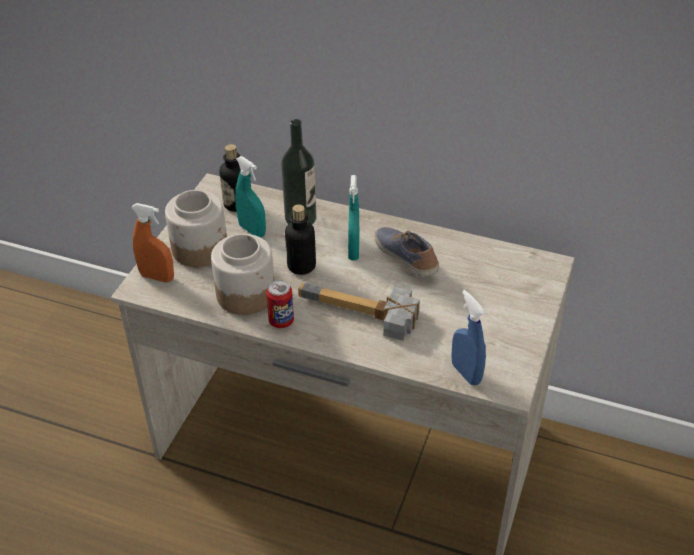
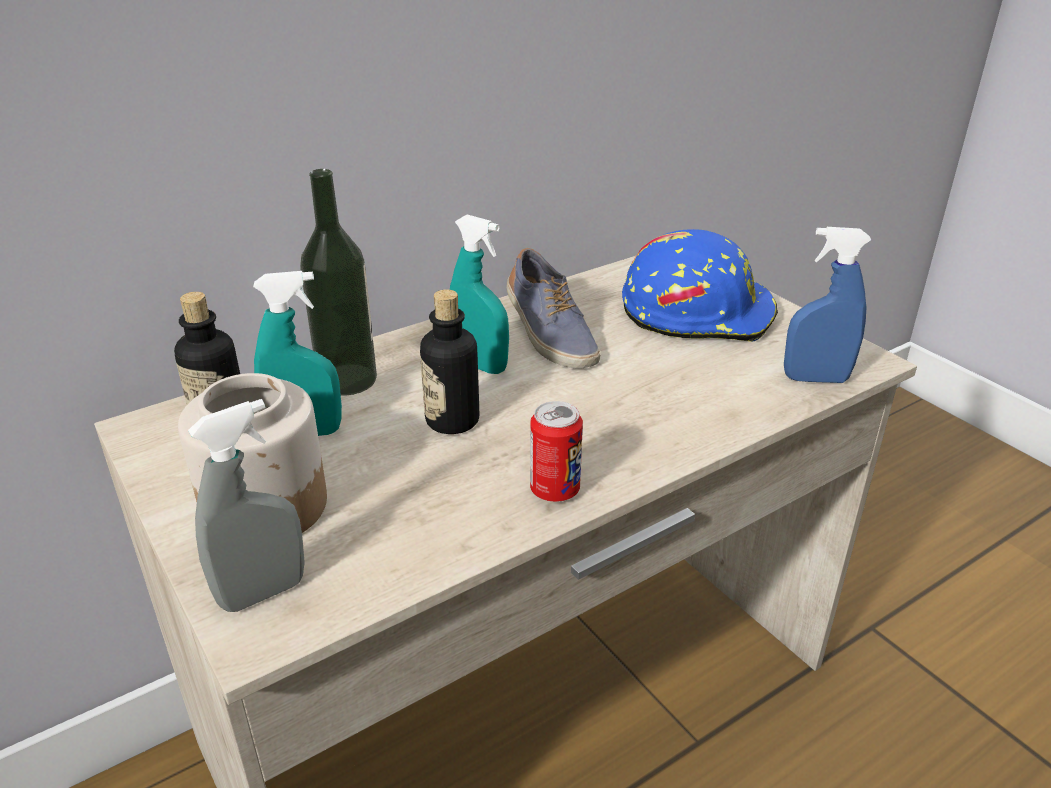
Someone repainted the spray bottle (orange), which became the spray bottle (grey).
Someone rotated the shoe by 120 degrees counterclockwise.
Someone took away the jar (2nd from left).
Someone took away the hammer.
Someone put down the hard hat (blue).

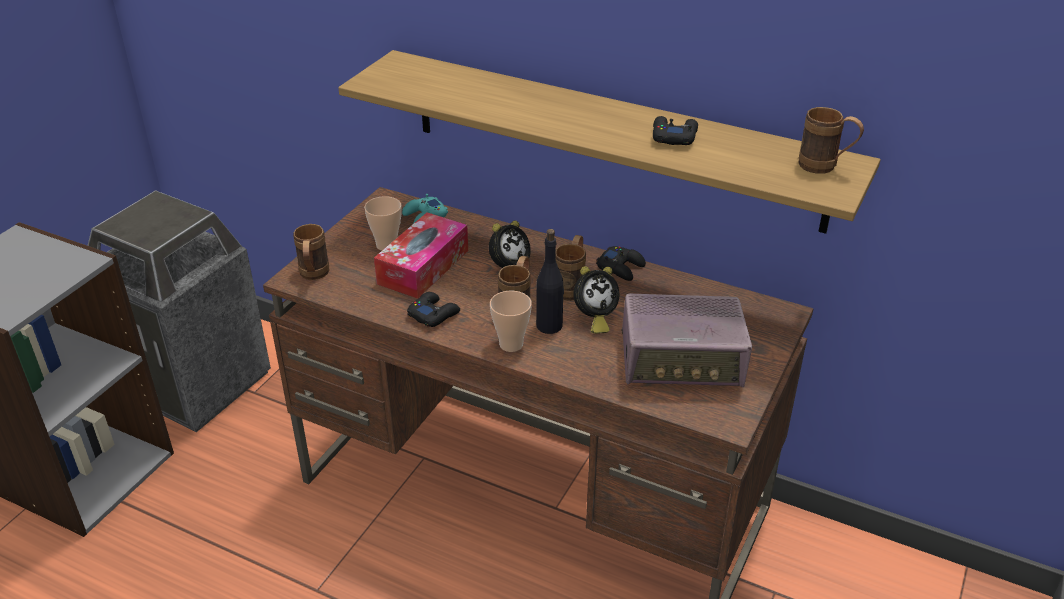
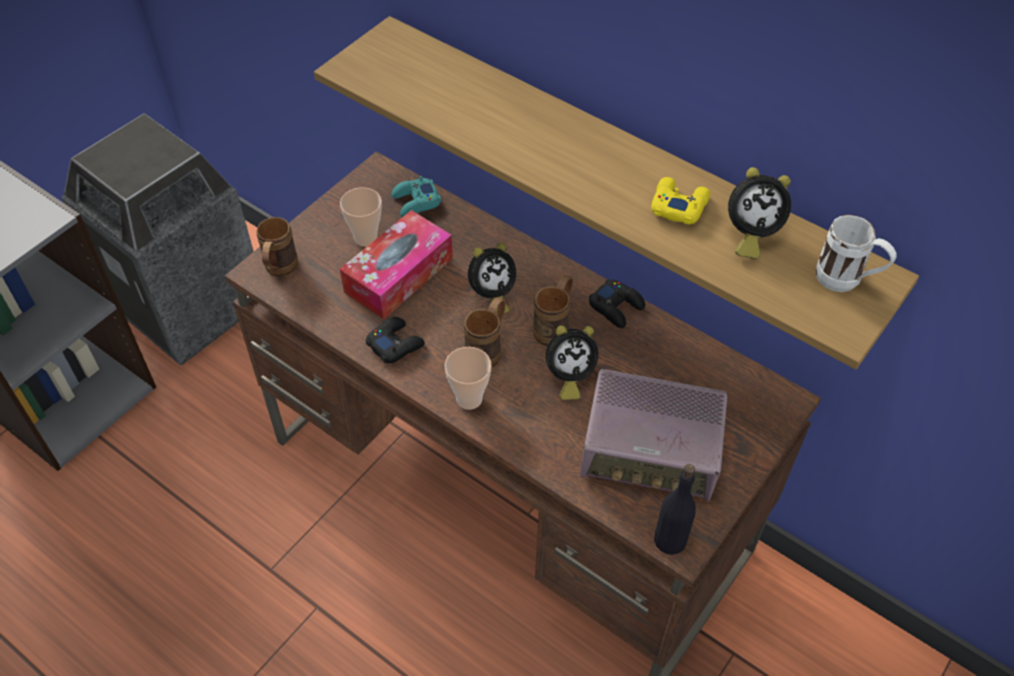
Someone repainted the mug (brown) (4th from left), which became the mug (white).
Someone repainted the game controller (black) (3rd from left), which became the game controller (yellow).
Someone carried the bottle (black).
Someone put down the alarm clock (3rd from left).

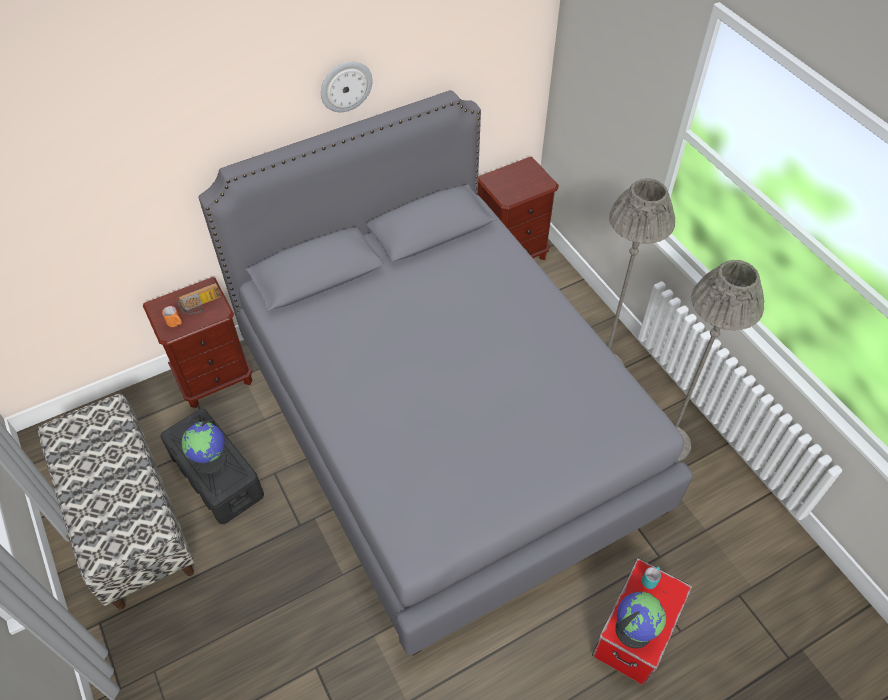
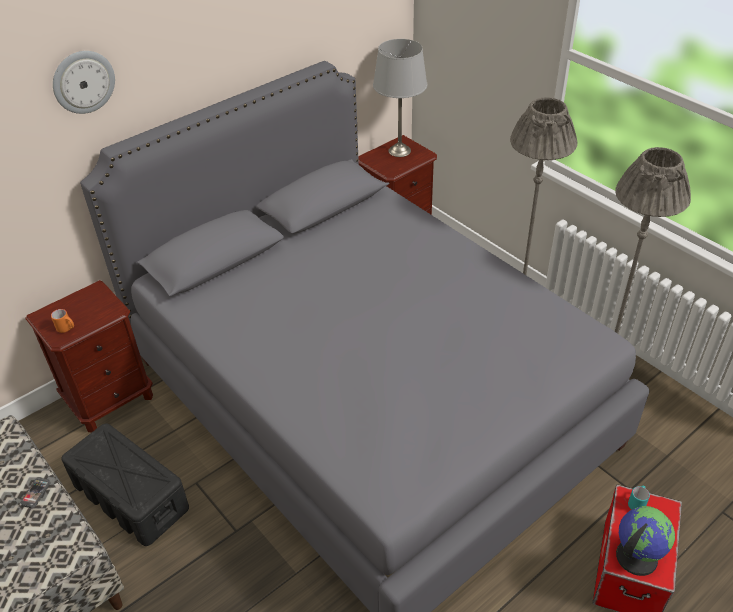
Someone carried the wall clock.
Someone took away the radio.
Someone took away the globe (1st from left).
Someone put down the table lamp (grey).
Someone put down the phone.

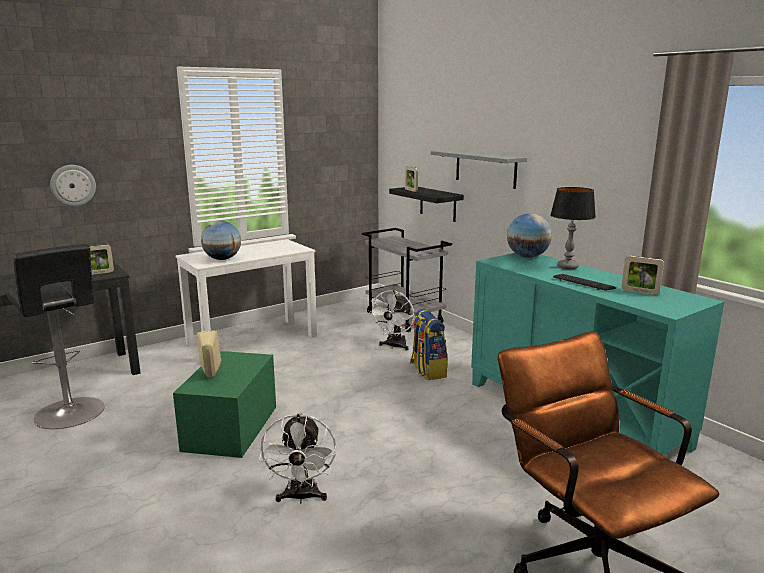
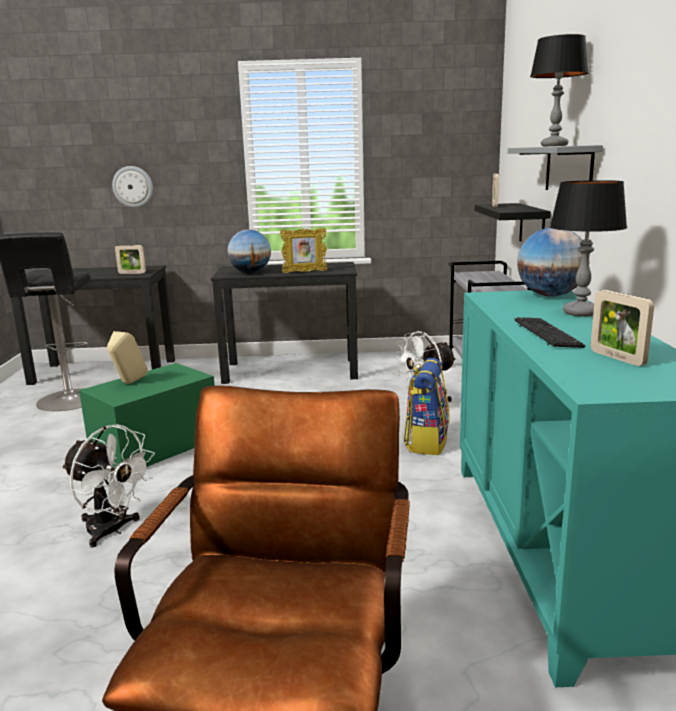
Someone repainted the desk (white), which became the desk (black) (2nd from left).
Someone rotated the fan (white) (1st from left) by 90 degrees counterclockwise.
Someone put down the table lamp (1st from left).
Someone put down the picture frame (2nd from left).

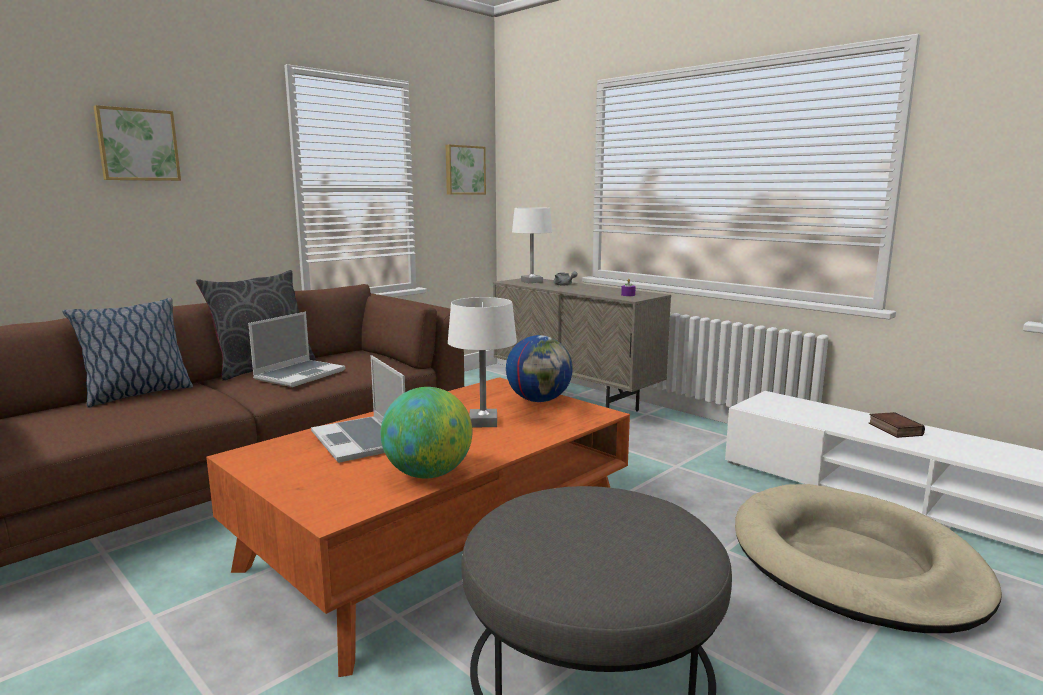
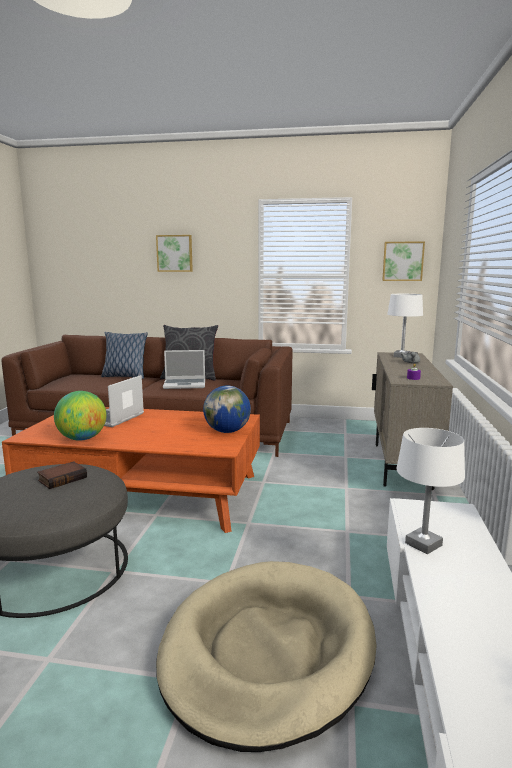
Someone carried the table lamp (white) (1st from left in the first image).
Someone carried the book.

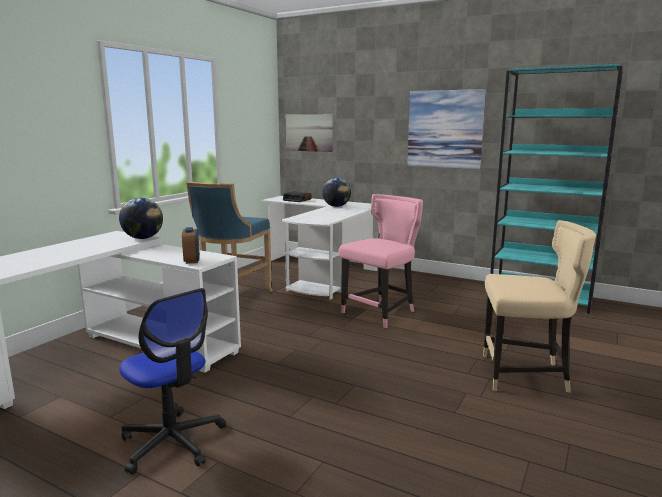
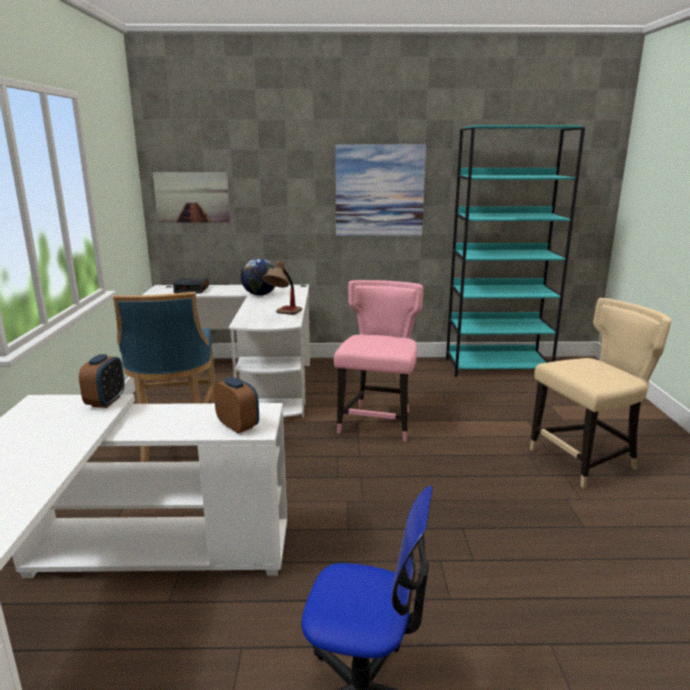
Someone swapped the globe (1st from left) for the alarm clock (1st from left).
Someone put down the table lamp.

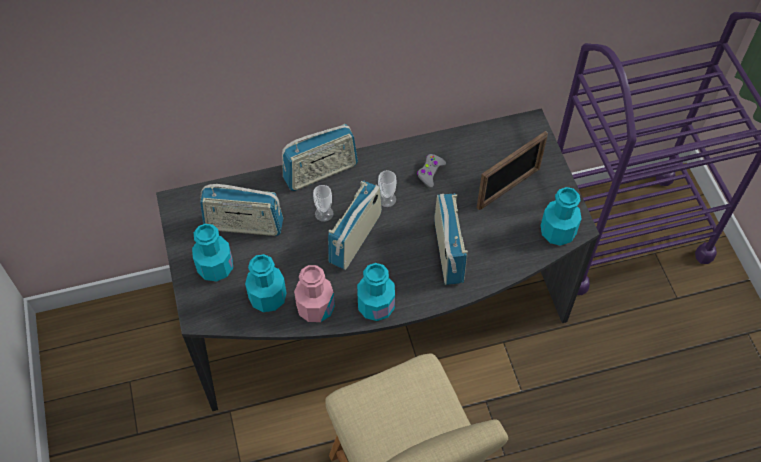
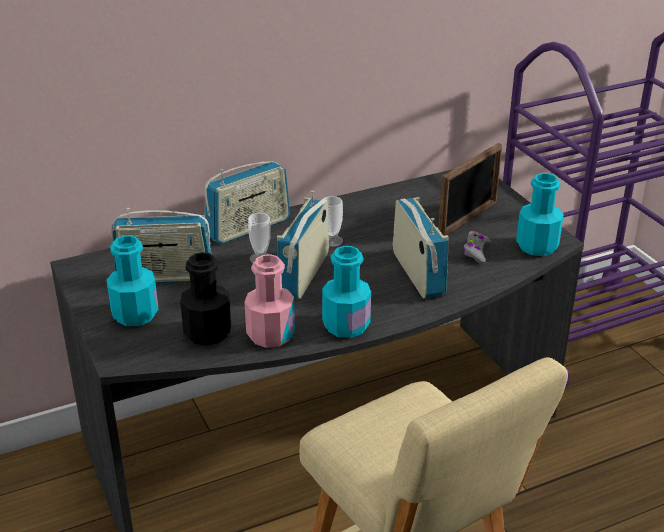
Someone carried the game controller (grey).
Someone repainted the bottle (turquoise) (2nd from left), which became the bottle (black).

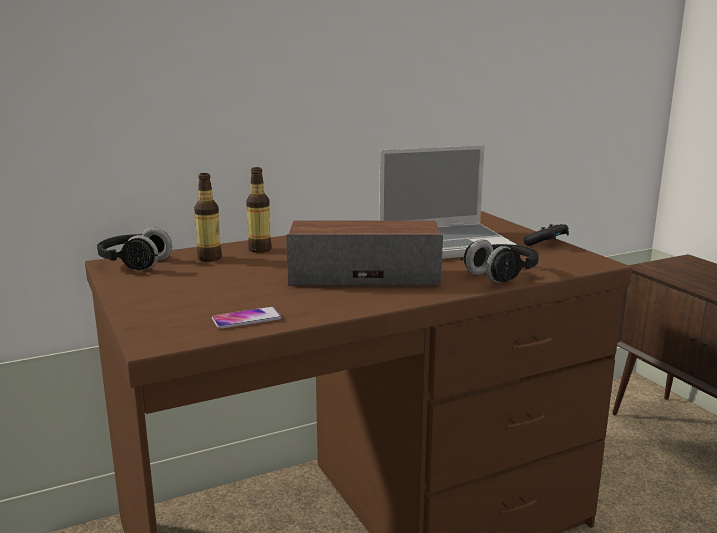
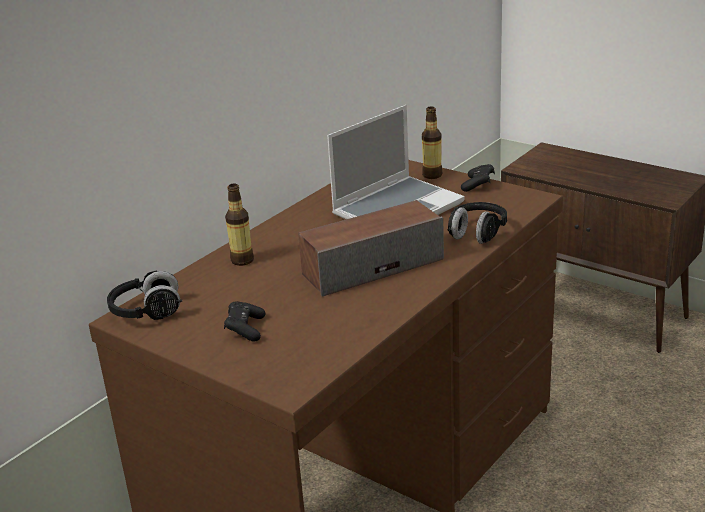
Someone carried the bottle (1st from left in the first image).
Someone took away the phone.
Someone put down the game controller (black) (1st from left).

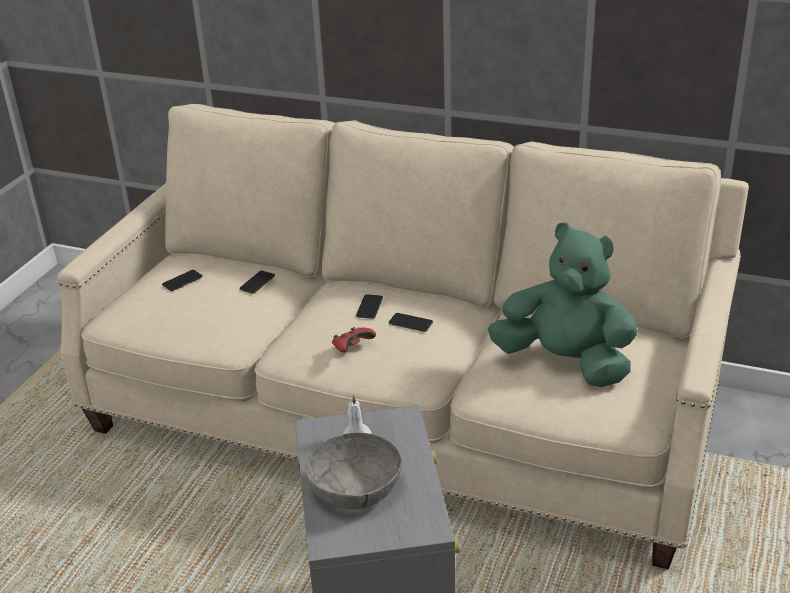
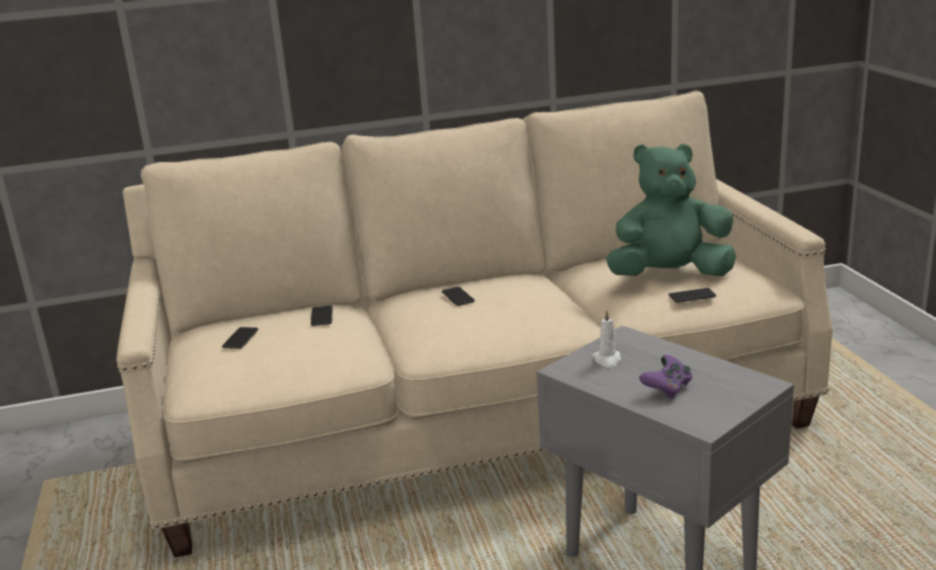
Someone carried the phone (4th from left).
Someone took away the game controller (red).
Someone swapped the bowl (grey) for the game controller (purple).

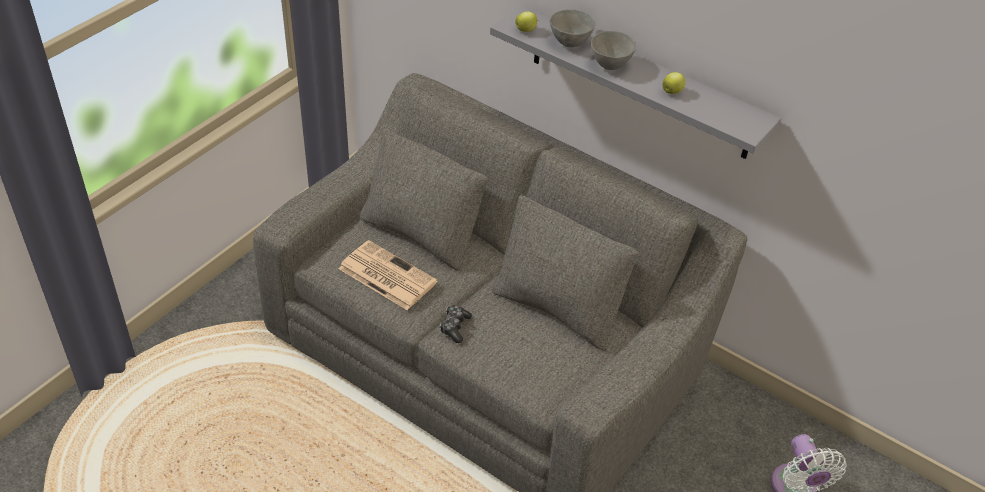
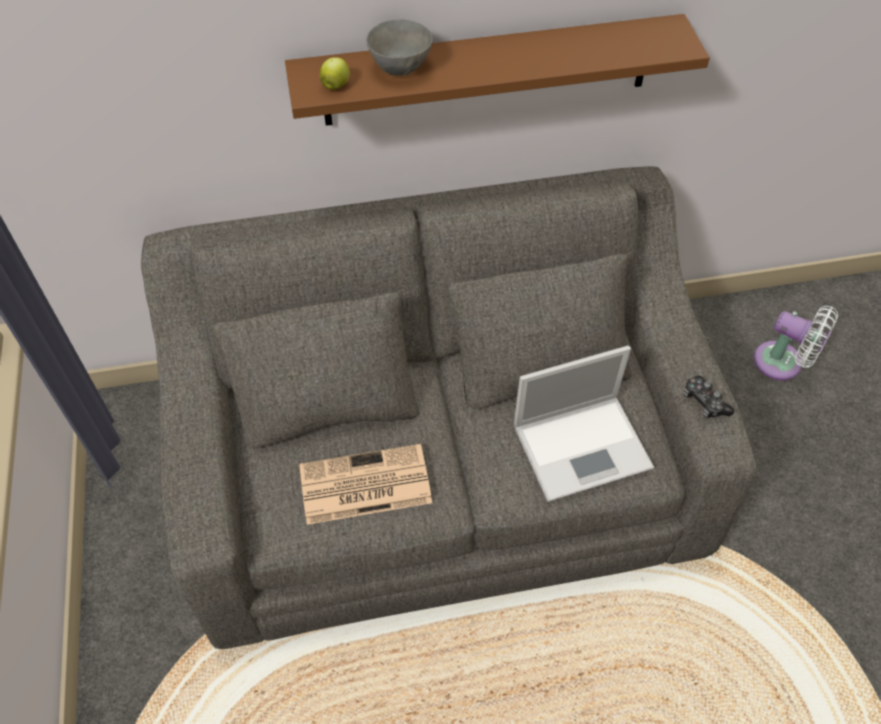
Someone repainted the shelf (grey), which became the shelf (brown).
Someone took away the bowl (grey) (2nd from left).
Someone took away the apple (2nd from left).
Someone carried the game controller.
Someone put down the laptop.

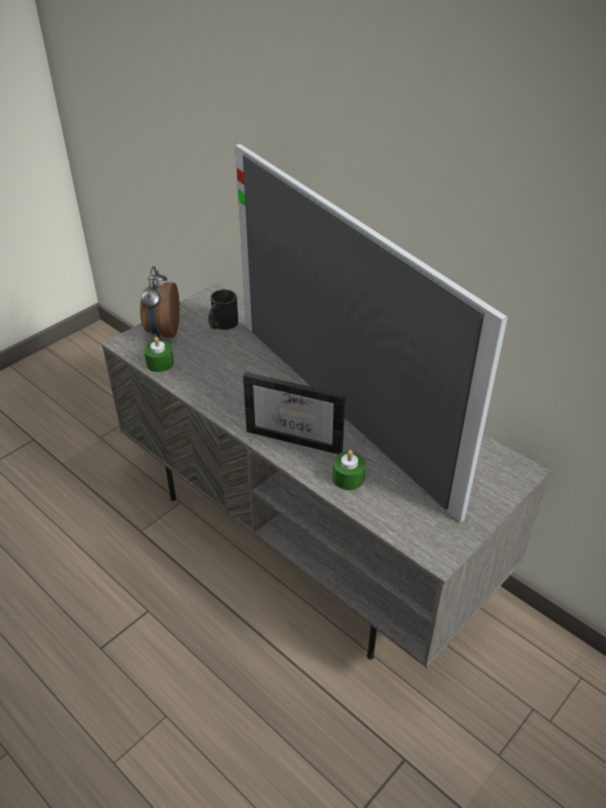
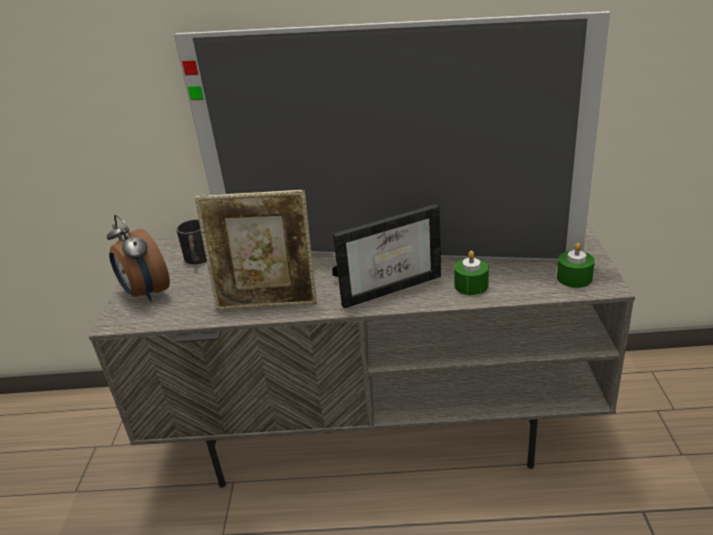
Someone carried the candle (green) (1st from left in the first image).
Someone put down the picture frame (1st from left).

